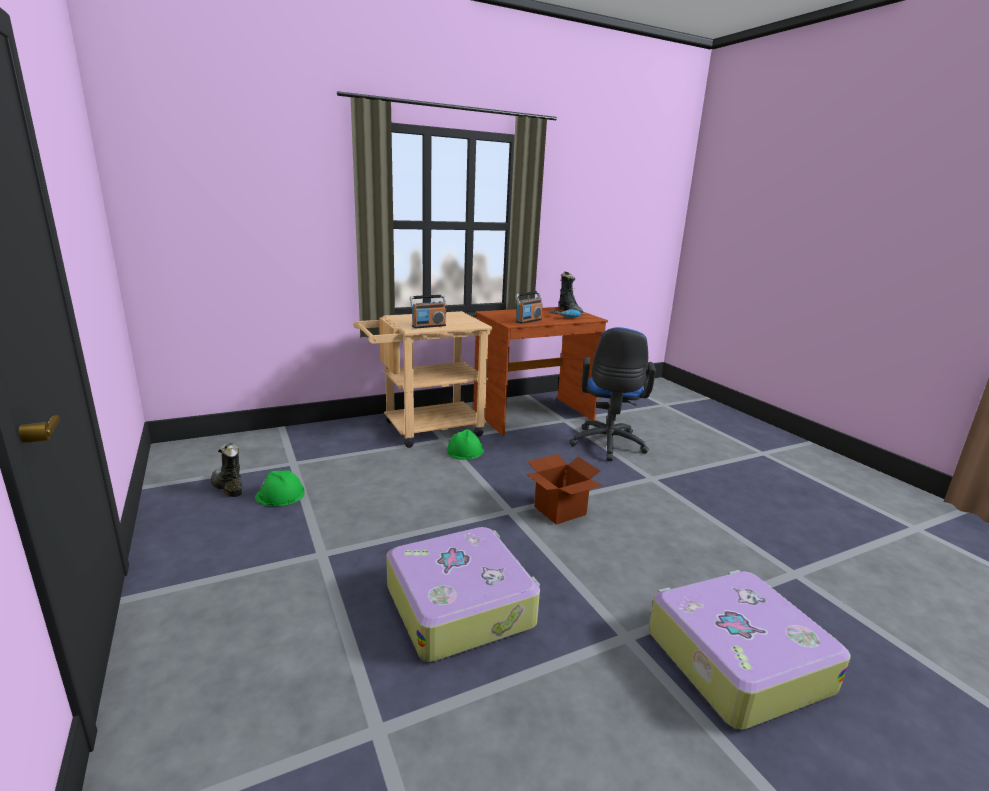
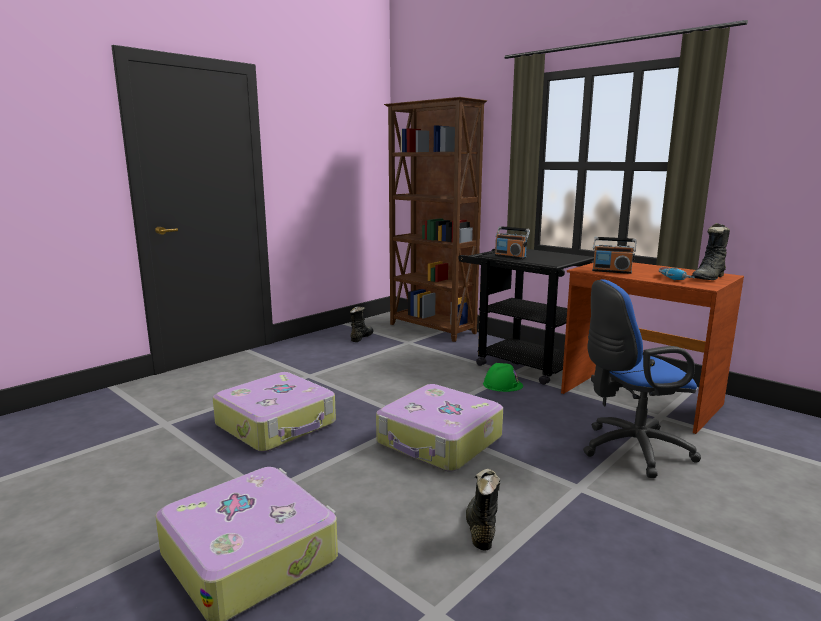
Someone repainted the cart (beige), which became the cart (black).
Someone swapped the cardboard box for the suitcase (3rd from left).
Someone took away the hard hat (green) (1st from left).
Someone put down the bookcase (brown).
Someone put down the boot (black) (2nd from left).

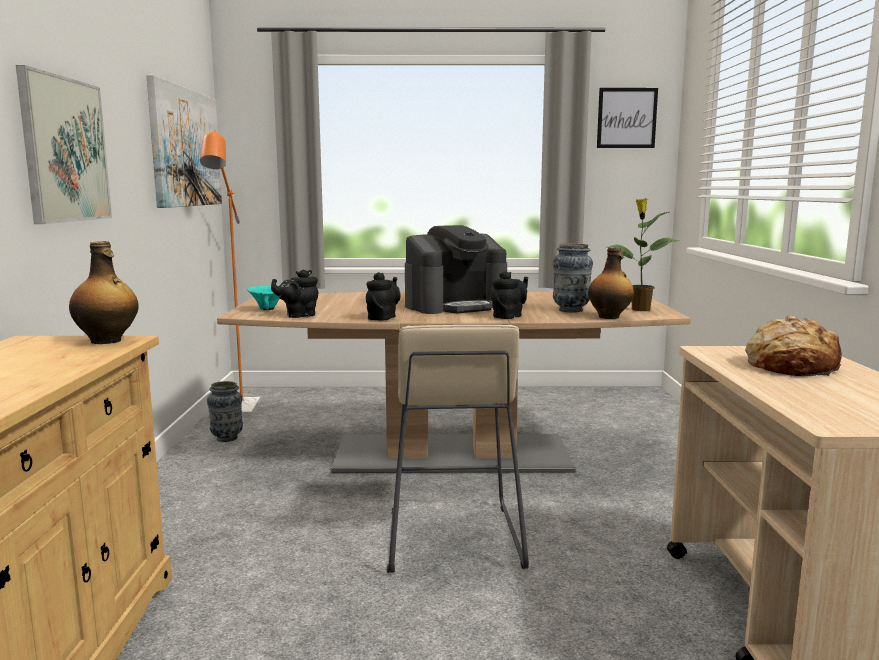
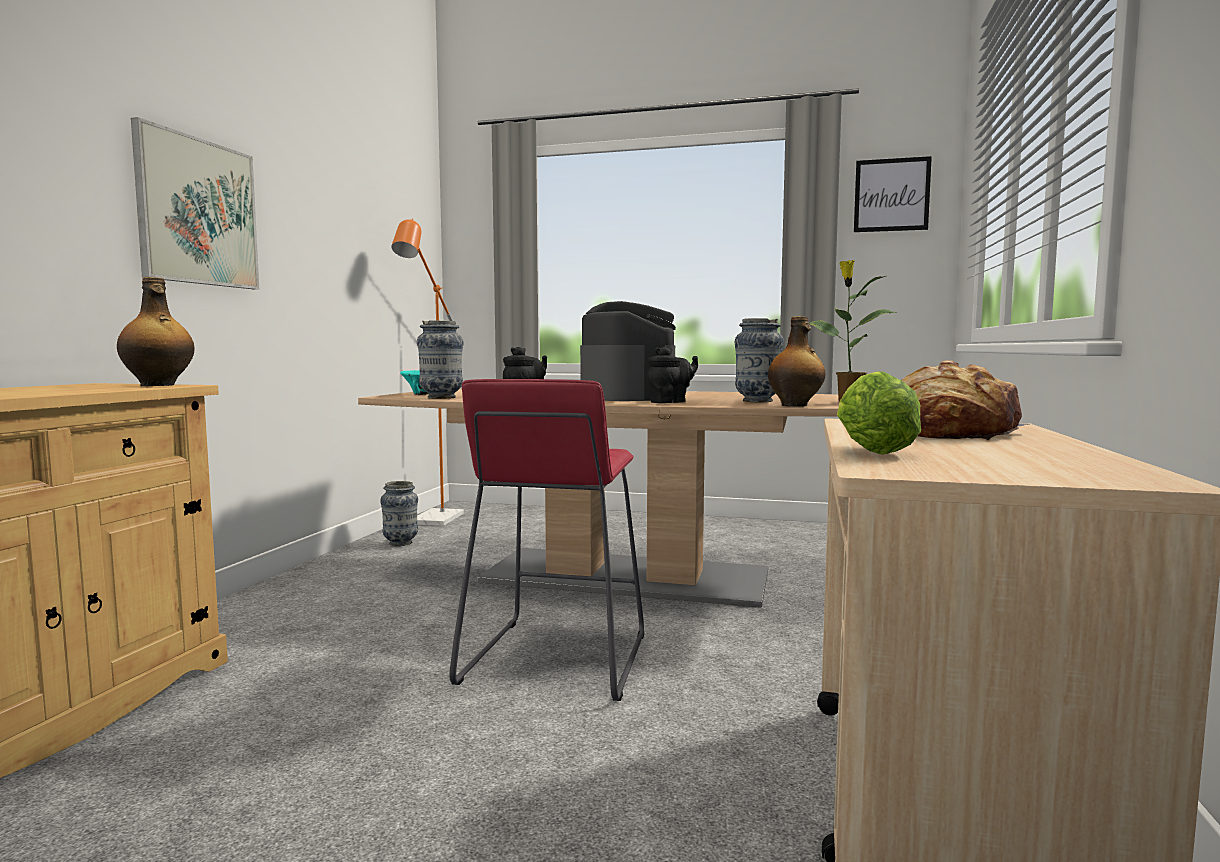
Someone took away the picture (2nd from left).
Someone rotated the coffee machine by 90 degrees counterclockwise.
Someone swapped the teapot (black) (1st from left) for the vase (2nd from left).
Someone repainted the stool (beige), which became the stool (red).
Someone put down the lettuce.

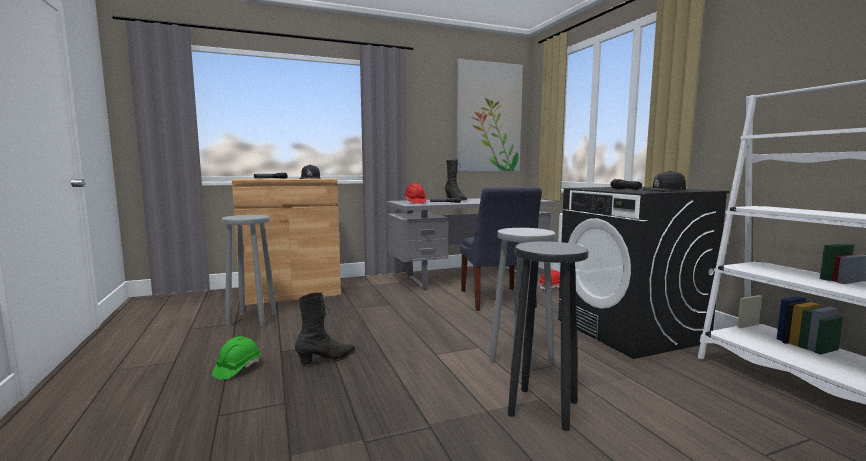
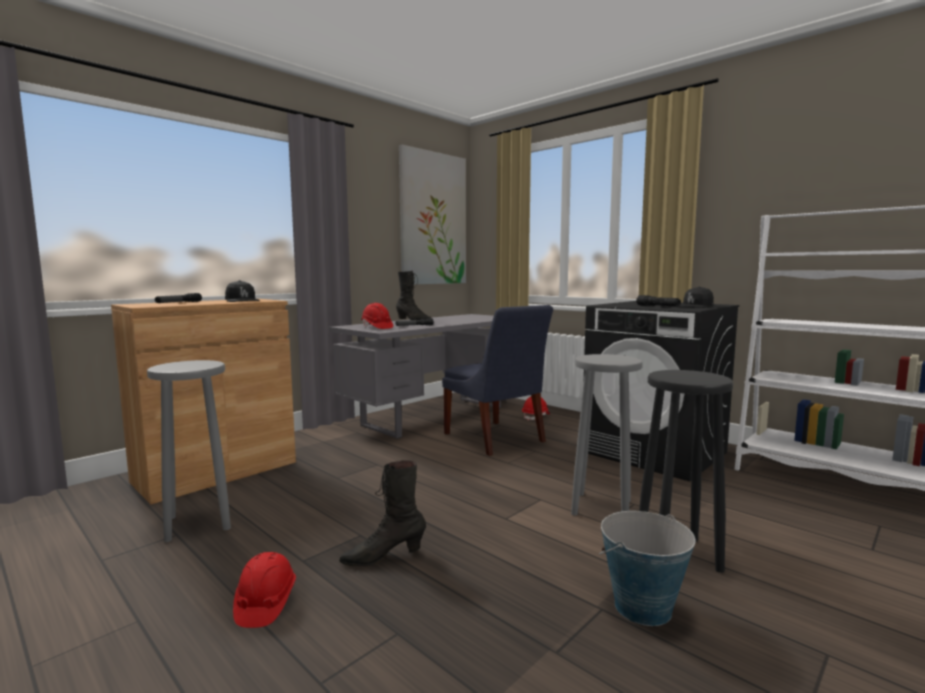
Someone rotated the boot (black) (1st from left) by 135 degrees counterclockwise.
Someone repainted the hard hat (green), which became the hard hat (red) (1st from left).
Someone put down the bucket.

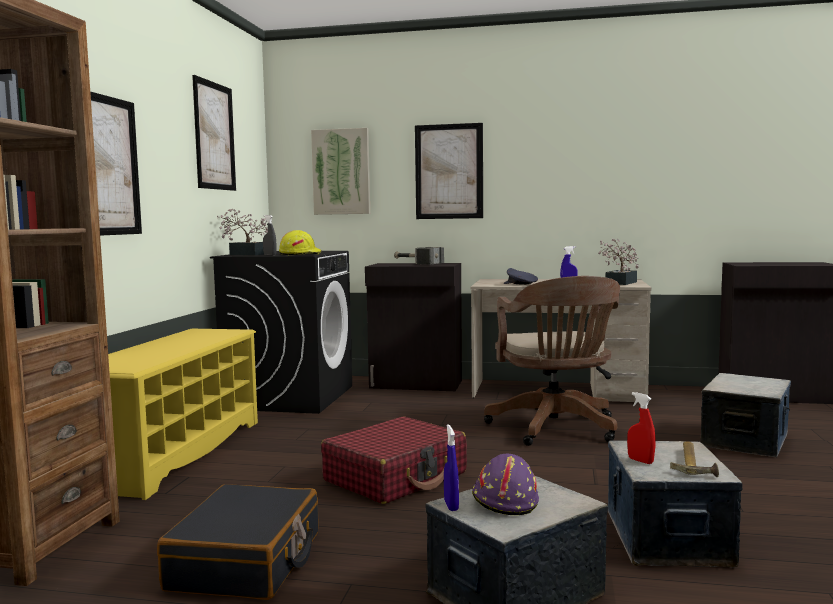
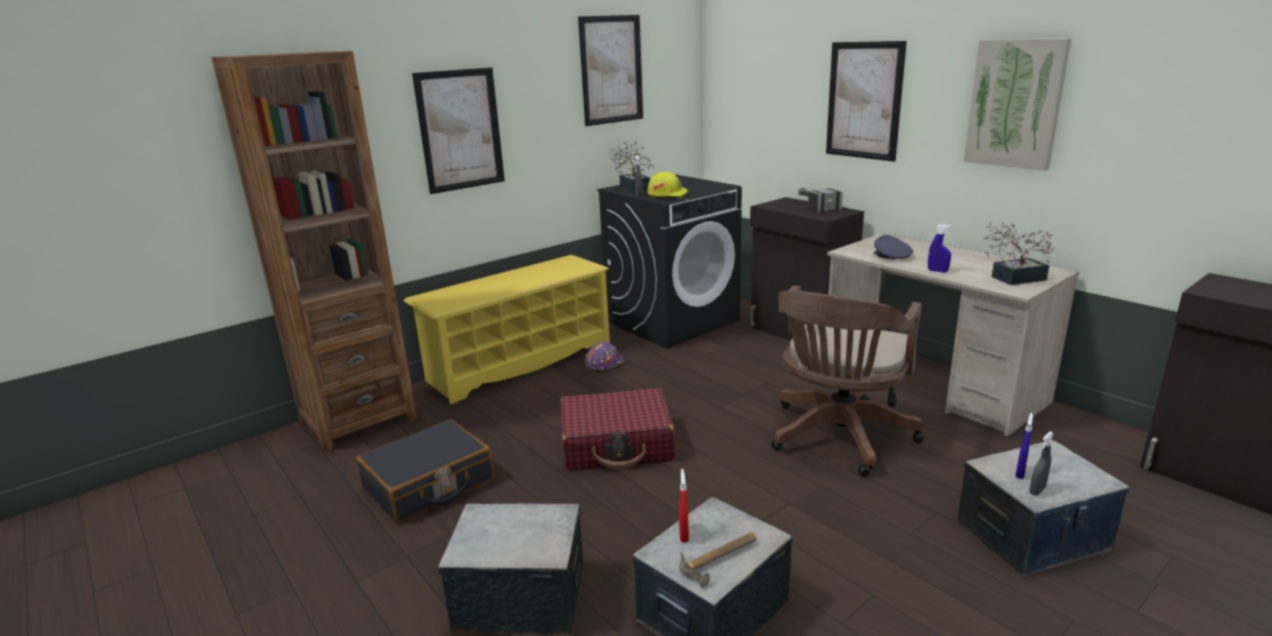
Someone carried the picture (3rd from left in the first image).
Someone carried the spray bottle (blue) (1st from left in the first image).
Someone carried the hard hat (purple).
Someone put down the spray bottle (grey) (2nd from left).

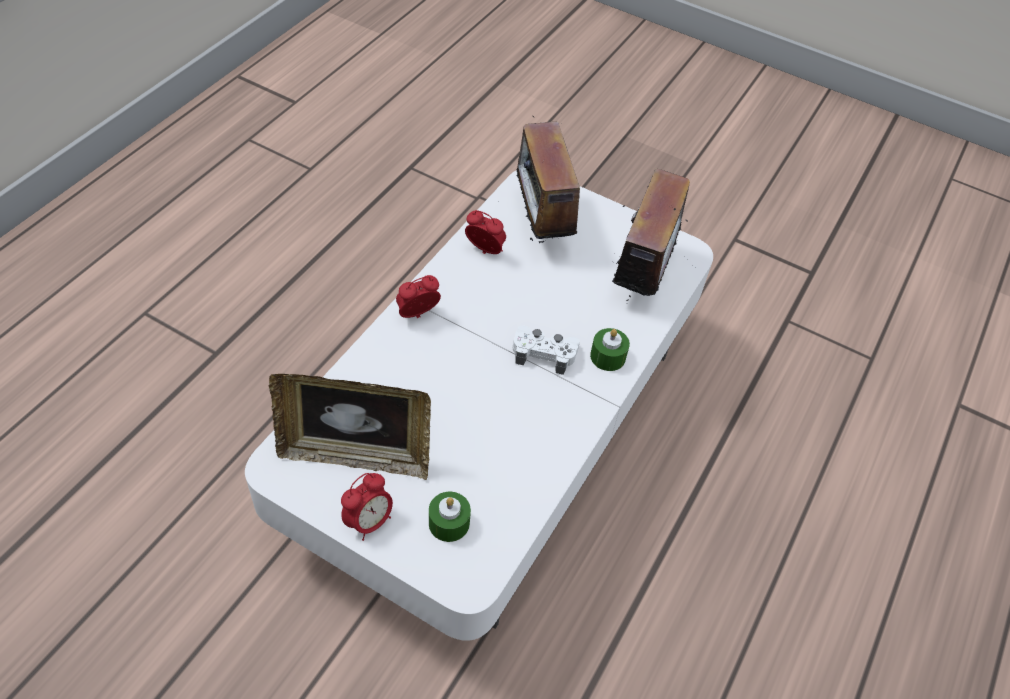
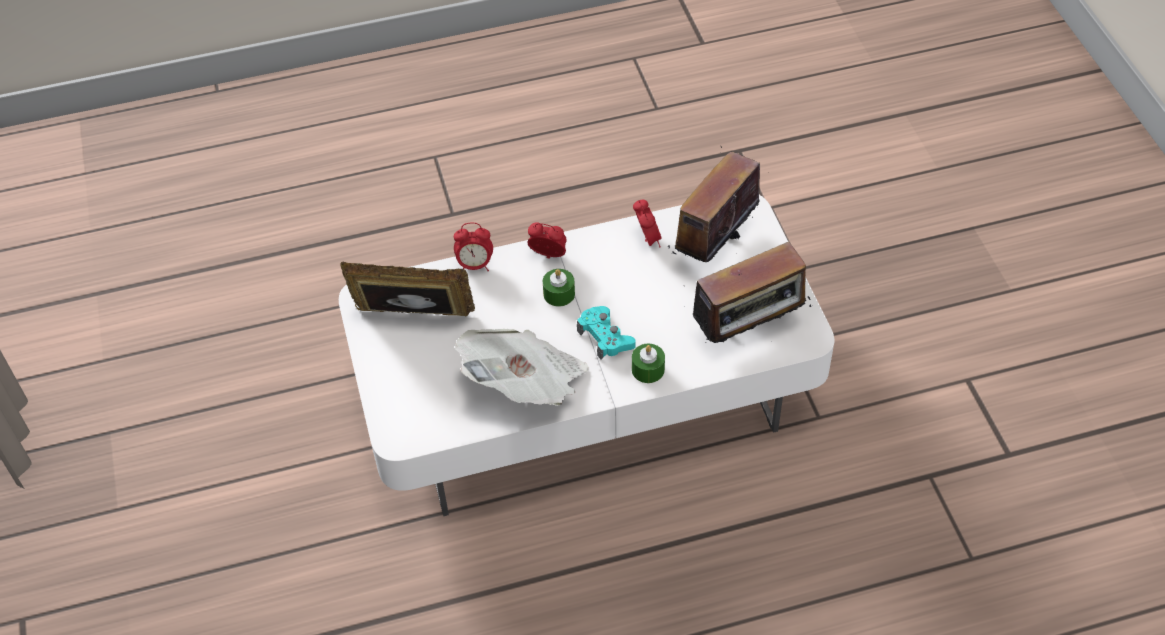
Someone repainted the game controller (white), which became the game controller (turquoise).
Someone rotated the picture frame by 135 degrees clockwise.
Someone carried the alarm clock (1st from left).
Someone carried the candle (green) (1st from left).
Someone put down the newspaper.

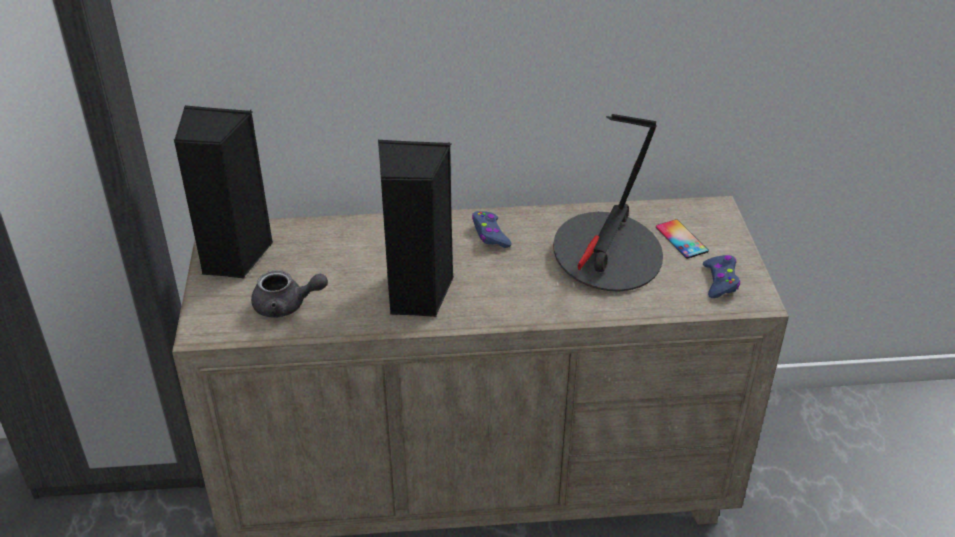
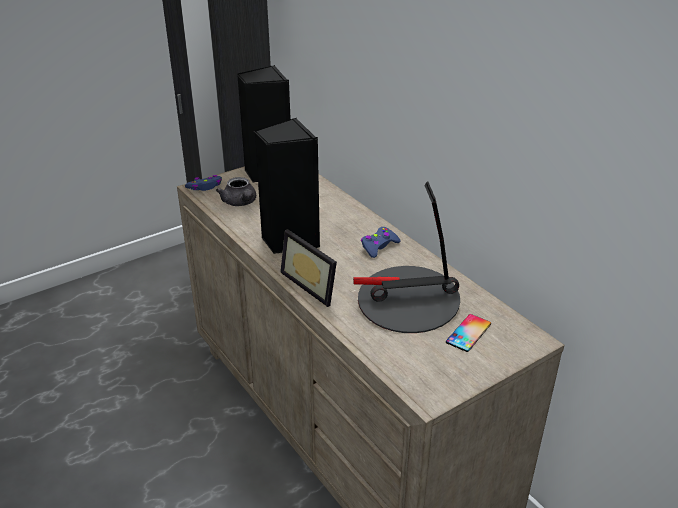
Someone carried the game controller (blue) (2nd from left in the first image).
Someone put down the picture frame.

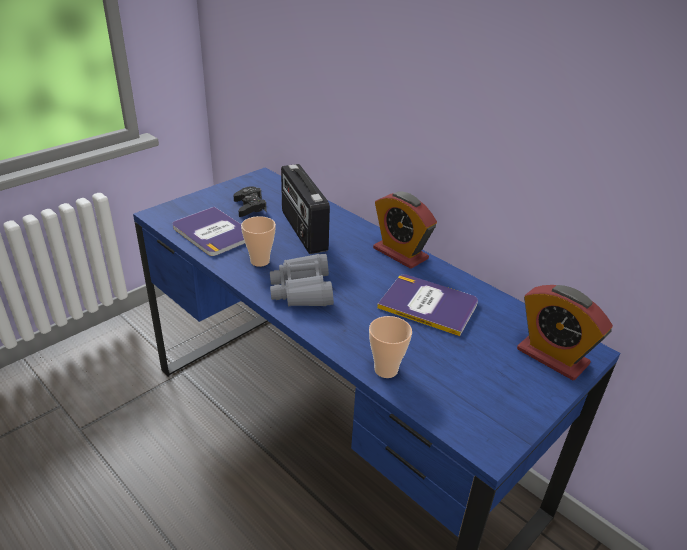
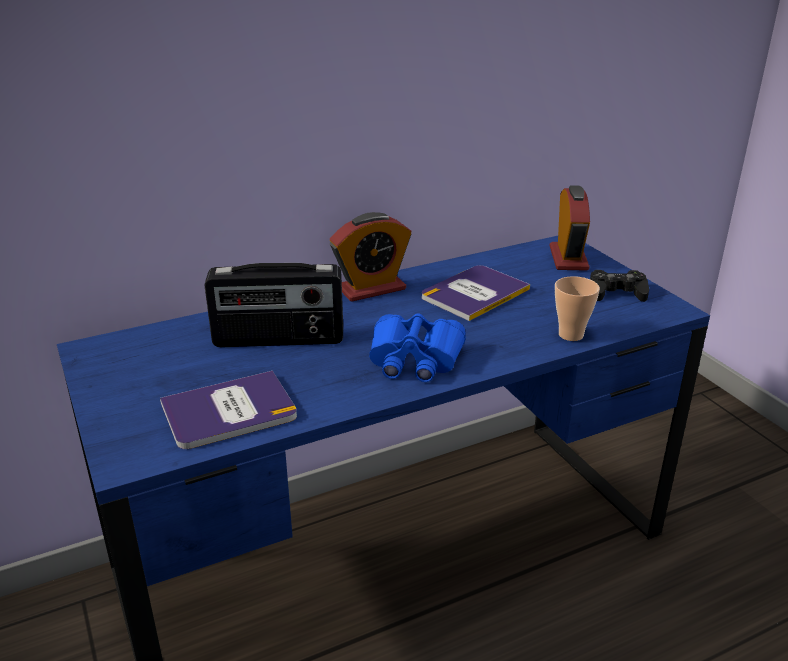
Someone carried the game controller (black).
Someone took away the cup (1st from left).
Someone repainted the binoculars (grey), which became the binoculars (blue).
Someone rotated the alarm clock (2nd from left) by 60 degrees counterclockwise.

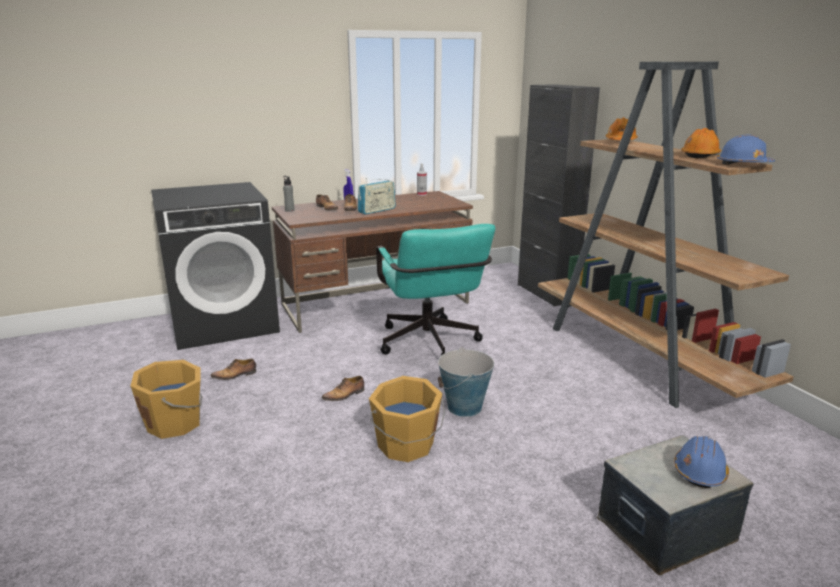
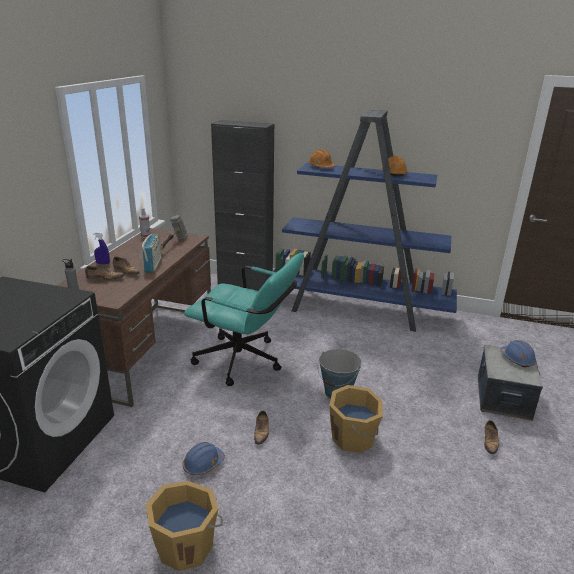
Someone repainted the bookcase (brown), which became the bookcase (blue).
Someone carried the hard hat (blue) (2nd from left in the first image).
Someone carried the shoe (1st from left in the first image).
Someone put down the hammer.

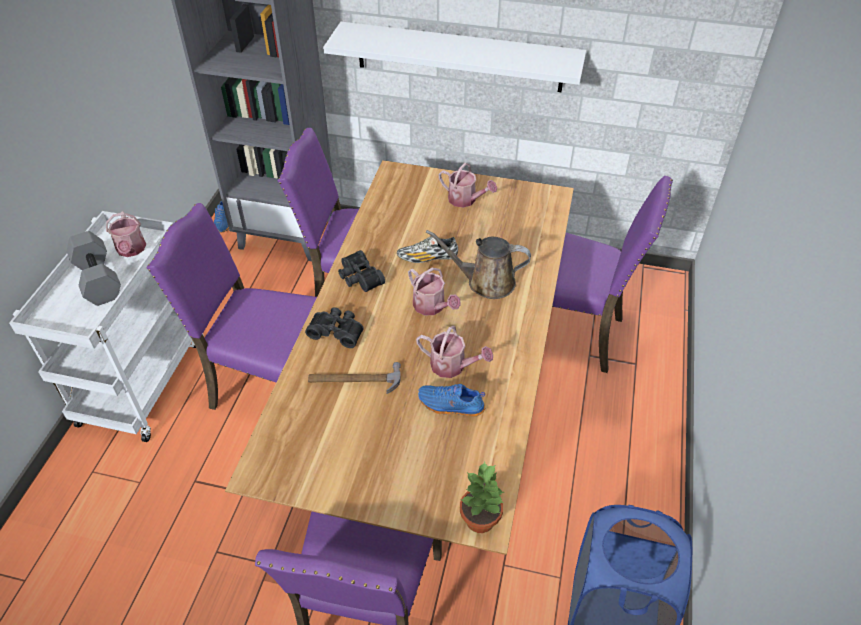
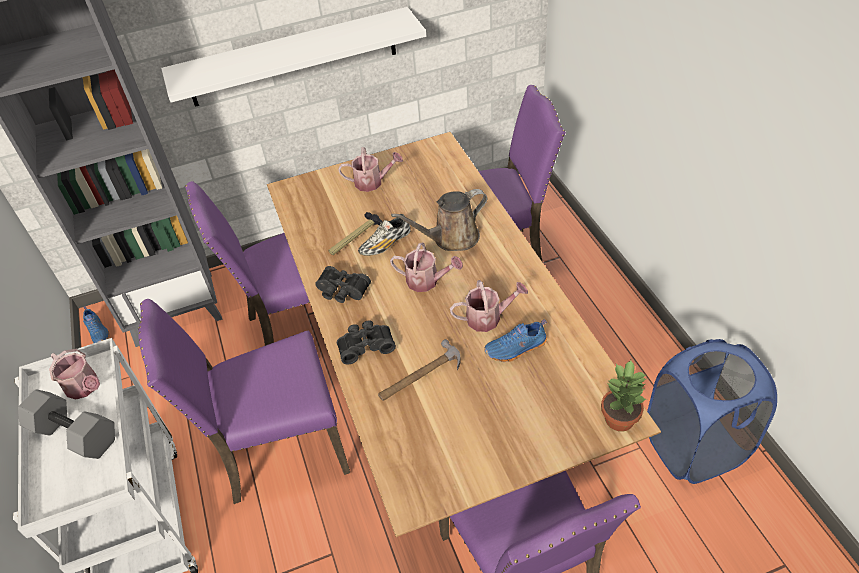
Someone put down the hammer (1st from left).

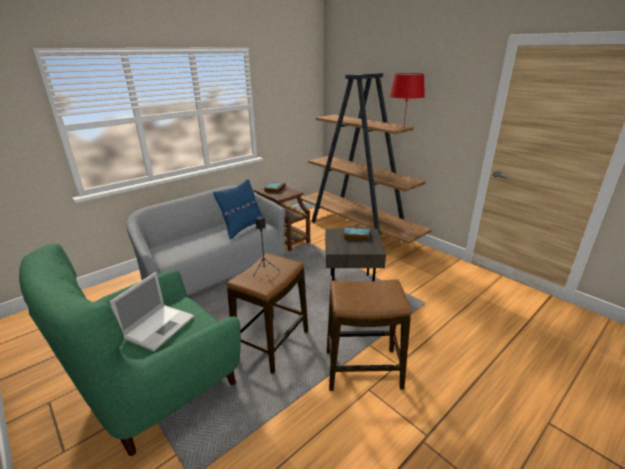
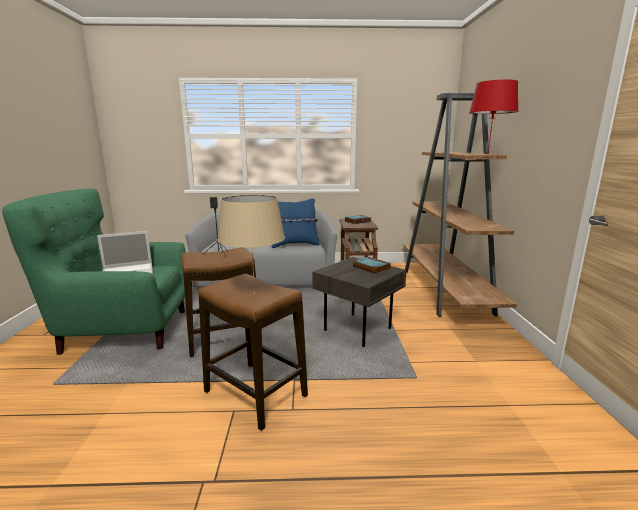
Someone put down the table lamp (beige).

